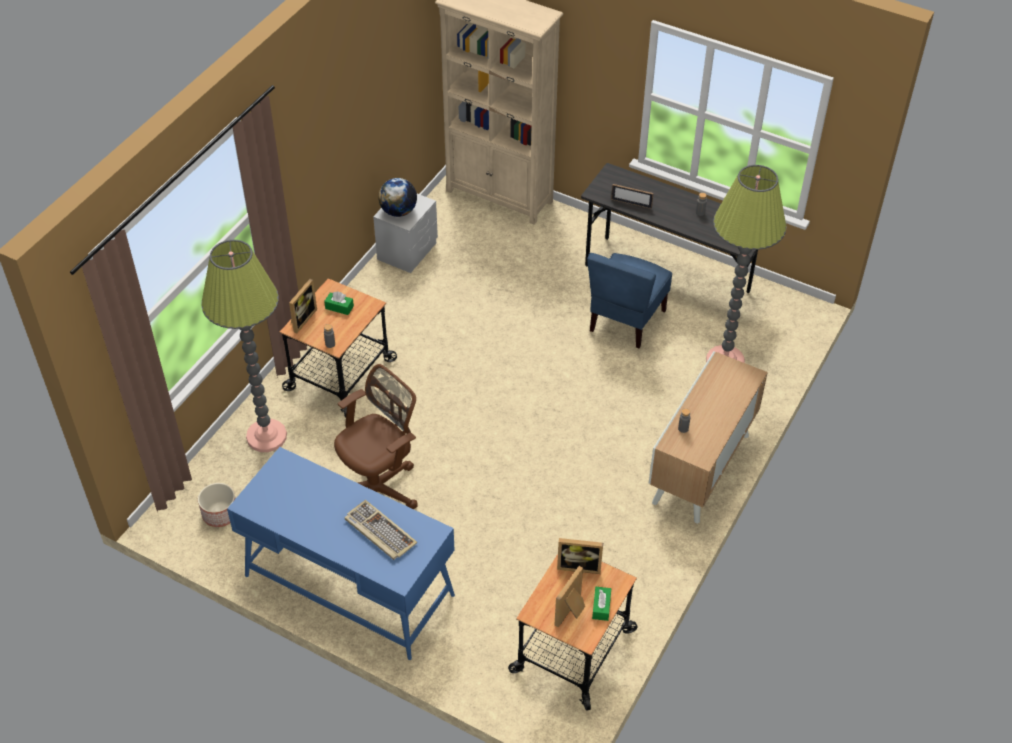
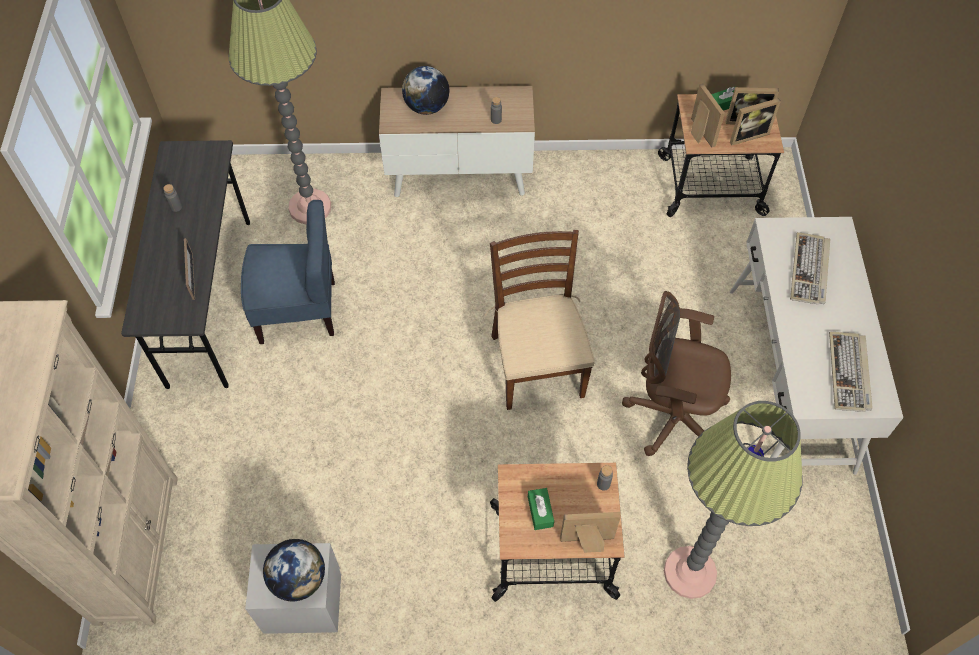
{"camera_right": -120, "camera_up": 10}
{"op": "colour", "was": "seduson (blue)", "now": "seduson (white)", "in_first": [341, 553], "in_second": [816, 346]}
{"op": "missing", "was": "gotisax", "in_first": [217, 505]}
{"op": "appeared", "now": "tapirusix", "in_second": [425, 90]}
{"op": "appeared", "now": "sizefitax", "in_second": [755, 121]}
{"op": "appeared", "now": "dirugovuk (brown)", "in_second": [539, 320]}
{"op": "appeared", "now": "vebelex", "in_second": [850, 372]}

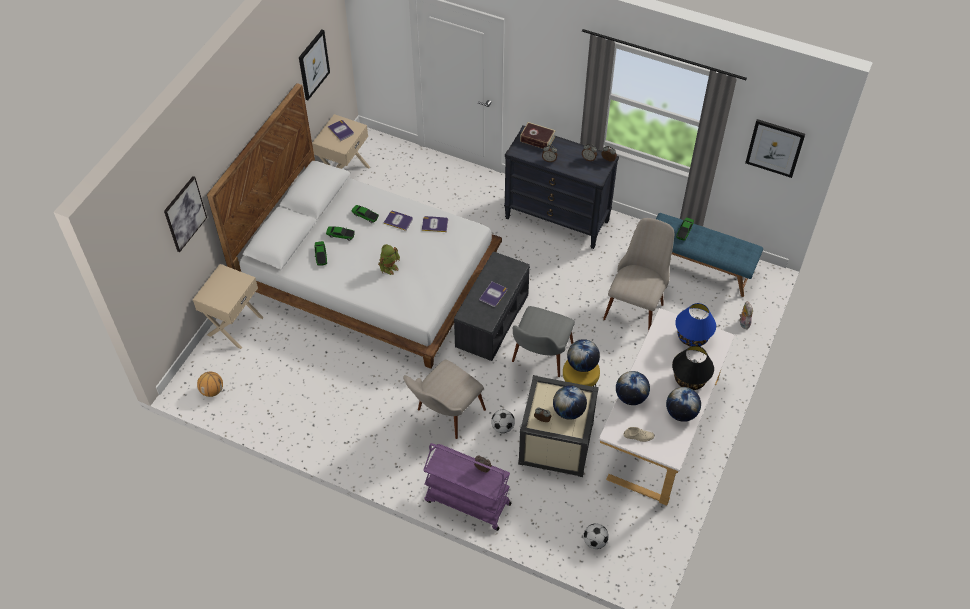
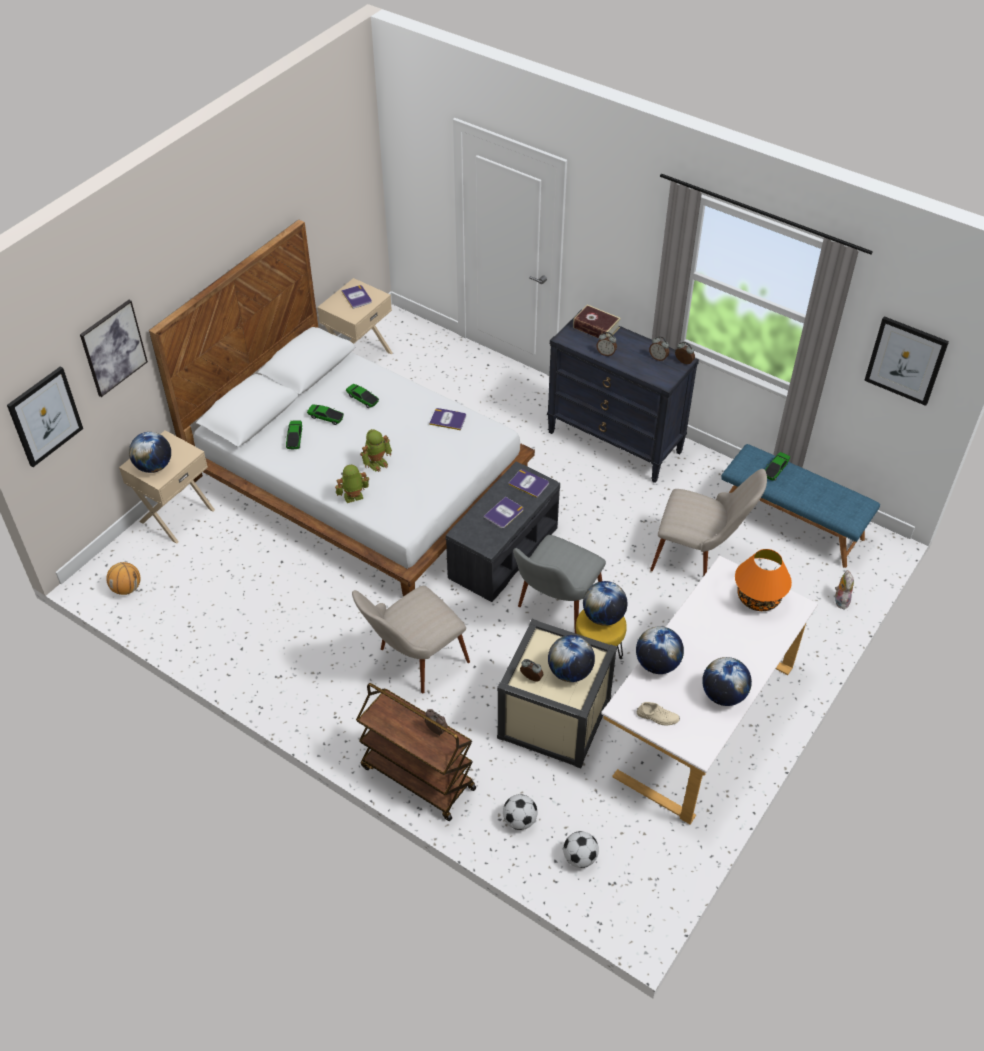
{"camera_right": 10, "camera_up": -5}
{"op": "relocated", "was": "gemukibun", "in_first": [314, 65], "in_second": [45, 416]}
{"op": "relocated", "was": "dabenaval", "in_first": [398, 221], "in_second": [528, 483]}
{"op": "spun", "was": "dirugovuk (beige)", "in_first": [638, 274], "in_second": [708, 522], "clockwise": 75}
{"op": "colour", "was": "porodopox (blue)", "now": "porodopox (orange)", "in_first": [695, 325], "in_second": [763, 580]}
{"op": "missing", "was": "porodopox (black)", "in_first": [693, 368]}
{"op": "relocated", "was": "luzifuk", "in_first": [503, 421], "in_second": [520, 812]}
{"op": "colour", "was": "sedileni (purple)", "now": "sedileni (brown)", "in_first": [467, 487], "in_second": [416, 752]}
{"op": "appeared", "now": "tapirusix", "in_second": [150, 452]}
{"op": "appeared", "now": "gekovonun", "in_second": [352, 484]}

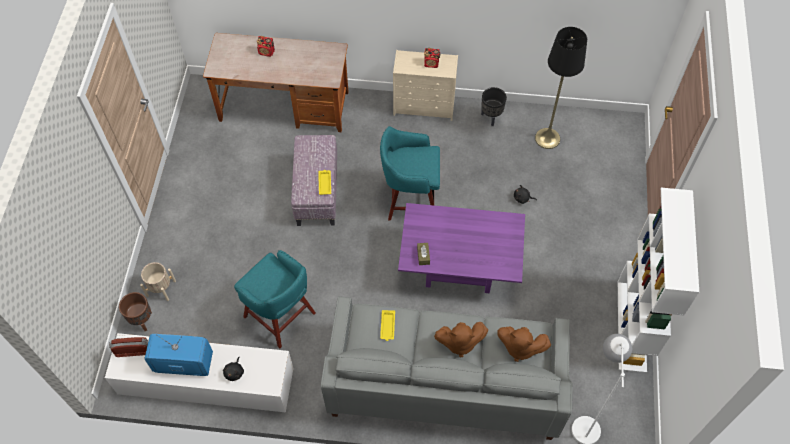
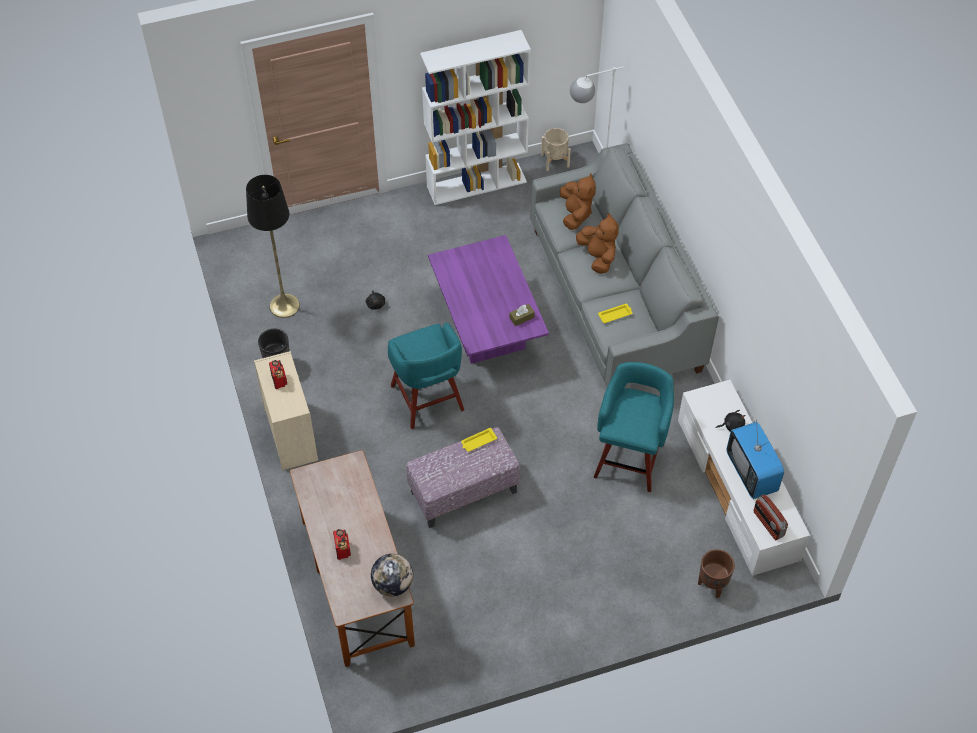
{"camera_right": -115, "camera_up": -5}
{"op": "relocated", "was": "gotisax (beige)", "in_first": [158, 281], "in_second": [556, 149]}
{"op": "appeared", "now": "tapirusix", "in_second": [392, 575]}

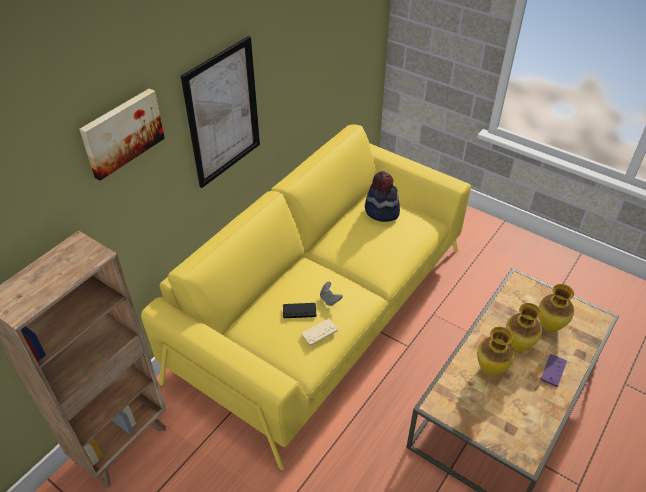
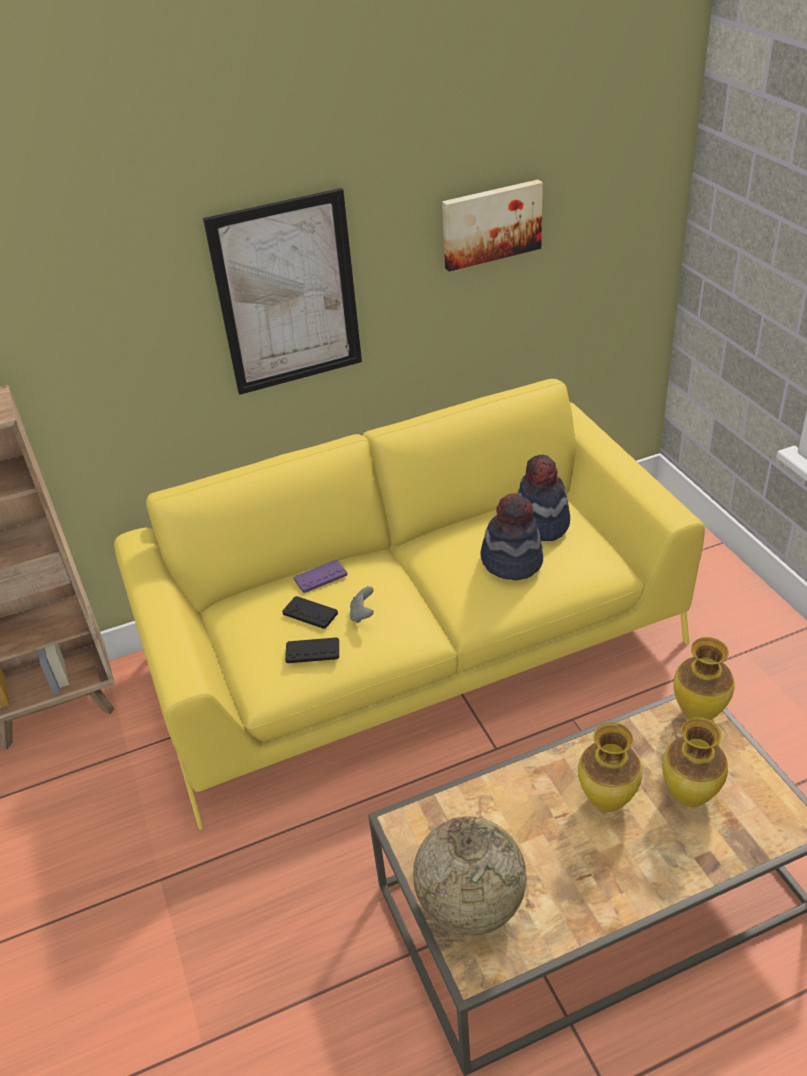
{"camera_right": 35, "camera_up": -5}
{"op": "relocated", "was": "gemukibun", "in_first": [122, 134], "in_second": [492, 226]}
{"op": "colour", "was": "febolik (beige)", "now": "febolik (black)", "in_first": [319, 332], "in_second": [312, 650]}
{"op": "relocated", "was": "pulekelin", "in_first": [495, 351], "in_second": [703, 678]}
{"op": "relocated", "was": "febolik (purple)", "in_first": [554, 370], "in_second": [320, 576]}
{"op": "appeared", "now": "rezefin", "in_second": [511, 537]}
{"op": "appeared", "now": "tapirusix", "in_second": [469, 876]}

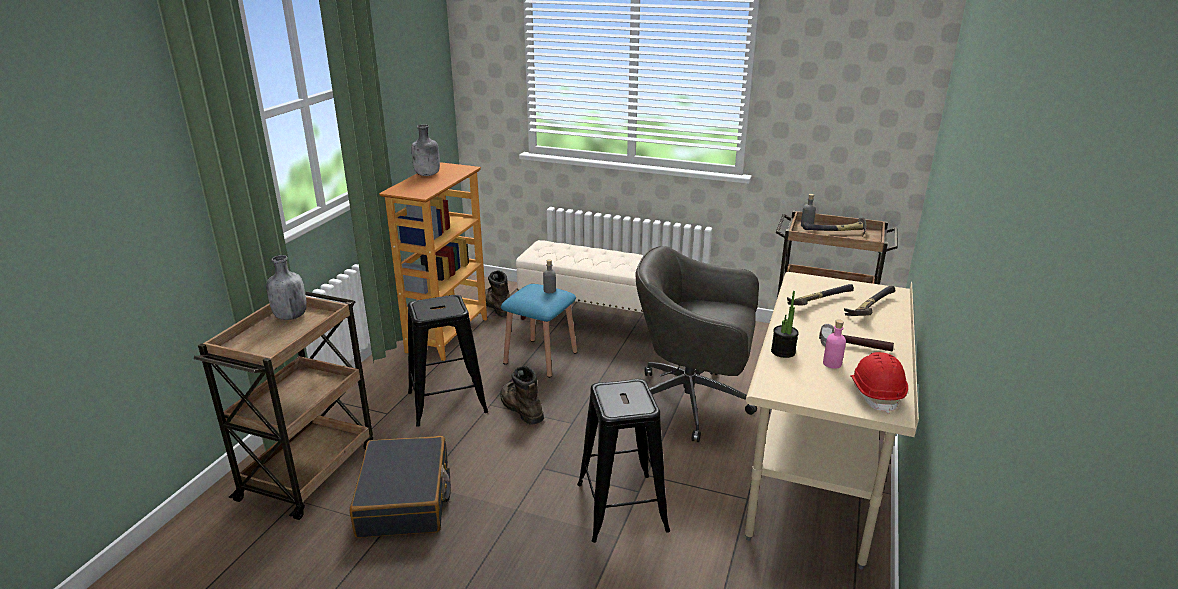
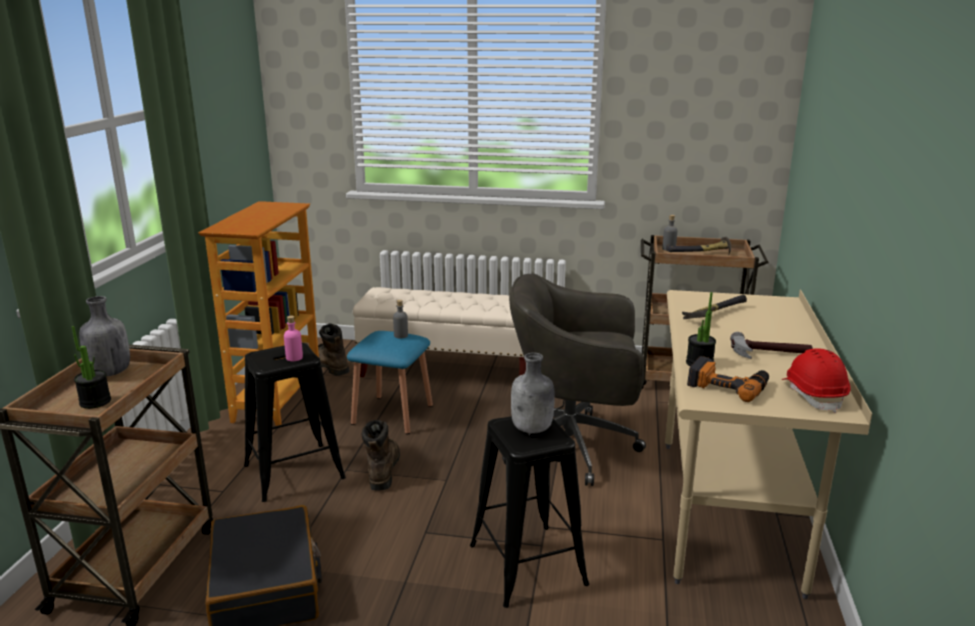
{"camera_right": -10, "camera_up": -5}
{"op": "relocated", "was": "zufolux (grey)", "in_first": [426, 150], "in_second": [533, 393]}
{"op": "missing", "was": "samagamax", "in_first": [869, 301]}
{"op": "relocated", "was": "zufolux (pink)", "in_first": [834, 344], "in_second": [293, 338]}
{"op": "spun", "was": "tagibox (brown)", "in_first": [522, 395], "in_second": [380, 455], "clockwise": 45}
{"op": "appeared", "now": "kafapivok", "in_second": [91, 367]}
{"op": "appeared", "now": "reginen", "in_second": [728, 379]}

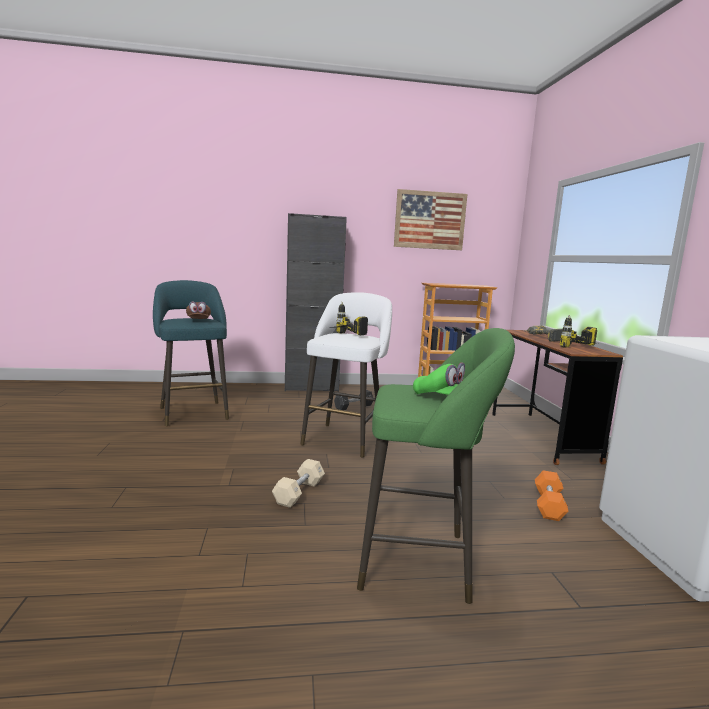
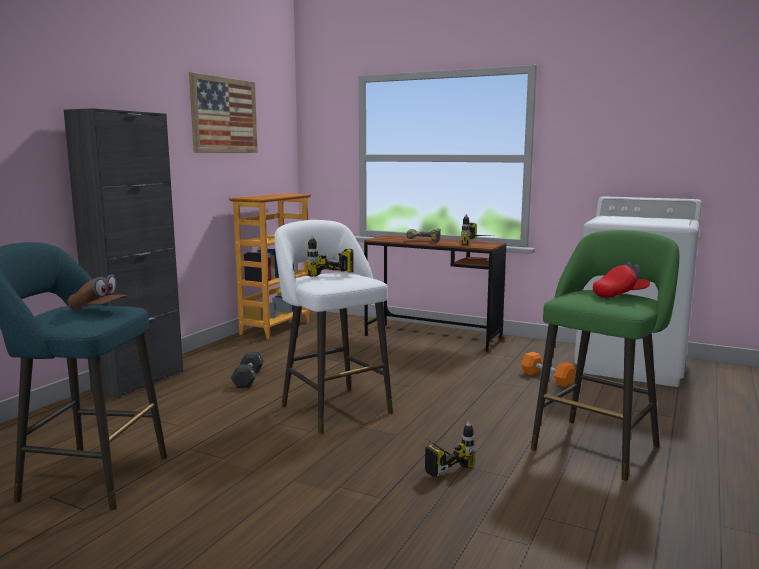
{"camera_right": -55, "camera_up": 0}
{"op": "colour", "was": "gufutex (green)", "now": "gufutex (red)", "in_first": [439, 379], "in_second": [621, 280]}
{"op": "exchanged", "was": "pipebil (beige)", "now": "reginen", "in_first": [298, 483], "in_second": [450, 449]}

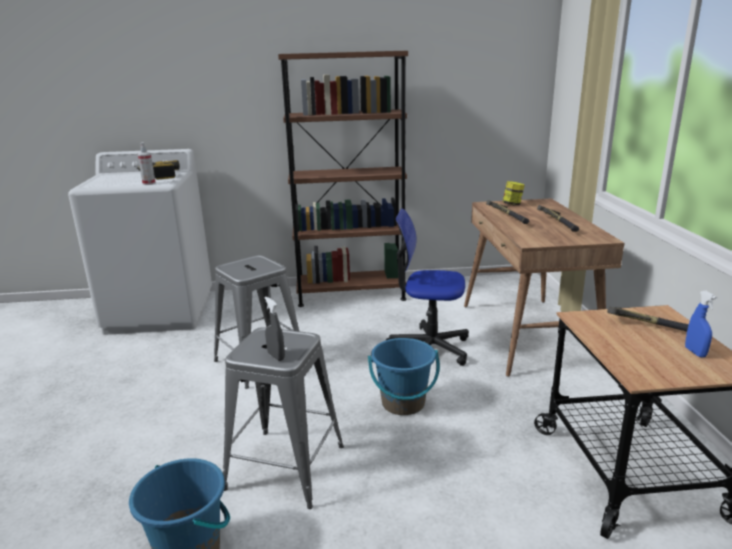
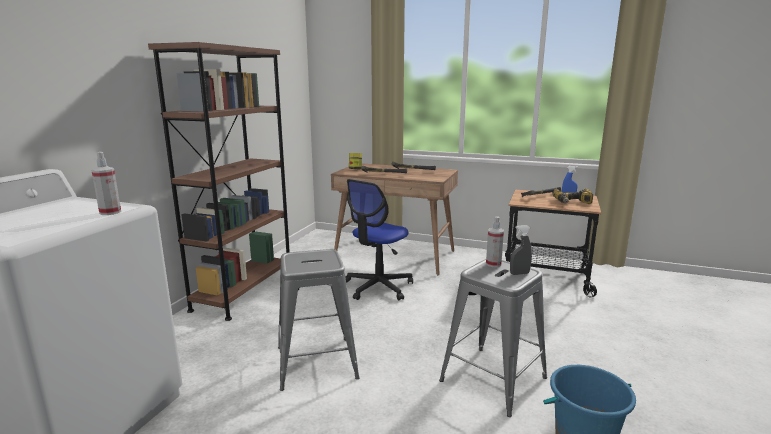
{"camera_right": -65, "camera_up": -5}
{"op": "relocated", "was": "reginen", "in_first": [158, 170], "in_second": [572, 196]}
{"op": "missing", "was": "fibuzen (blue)", "in_first": [404, 376]}
{"op": "appeared", "now": "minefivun", "in_second": [495, 241]}

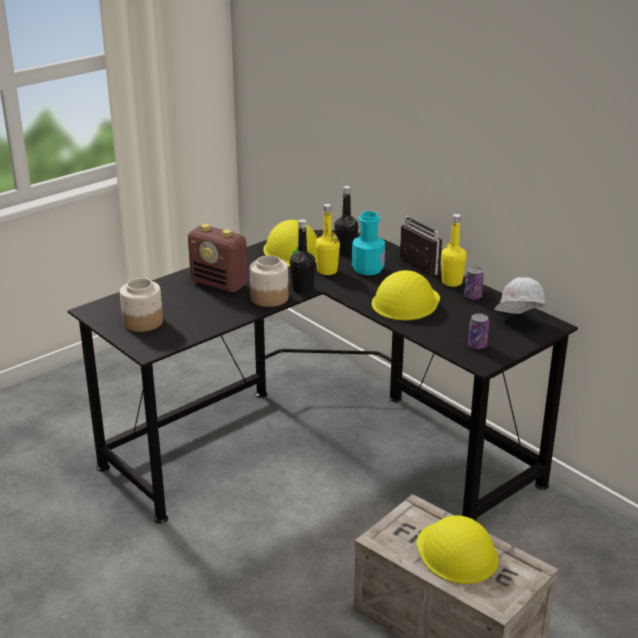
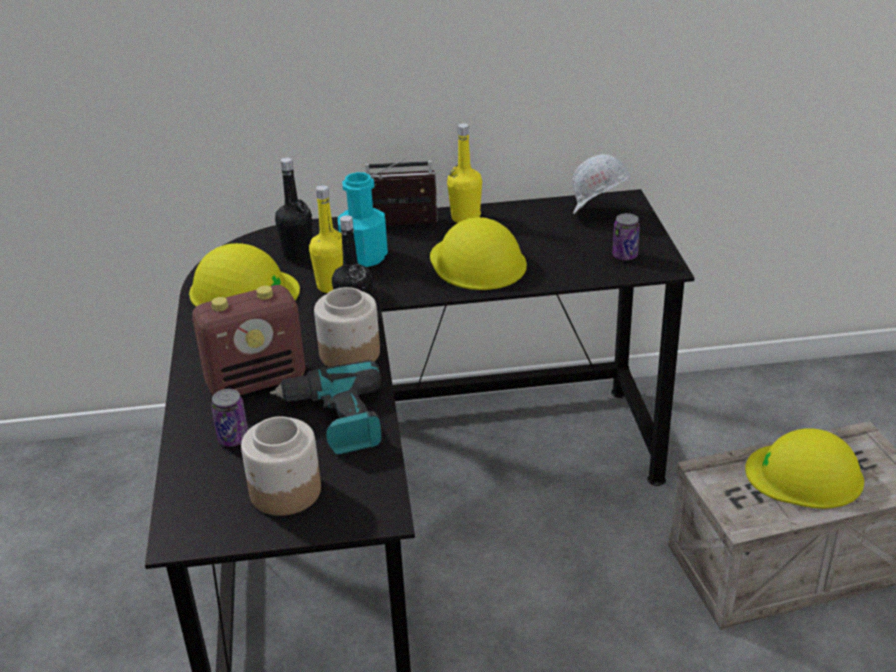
{"camera_right": -55, "camera_up": 5}
{"op": "relocated", "was": "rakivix", "in_first": [474, 283], "in_second": [229, 418]}
{"op": "appeared", "now": "reginen", "in_second": [326, 407]}

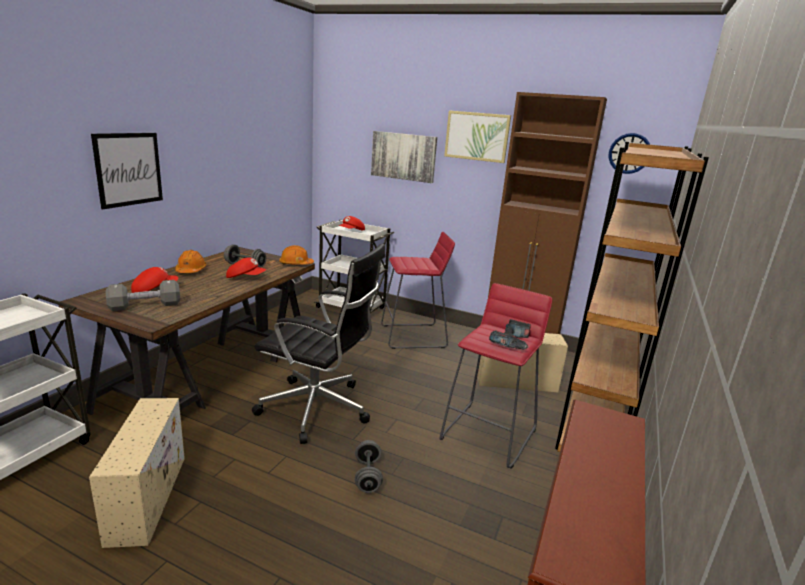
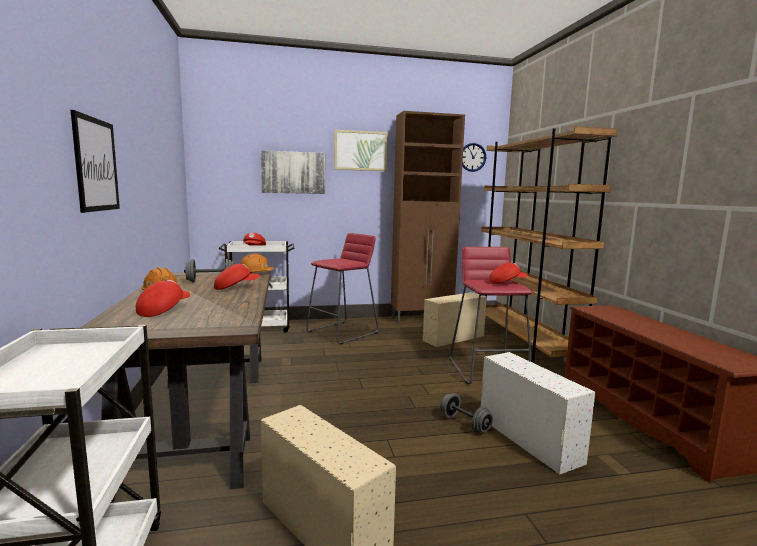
{"camera_right": -35, "camera_up": -10}
{"op": "missing", "was": "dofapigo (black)", "in_first": [318, 343]}
{"op": "missing", "was": "pipebil (grey)", "in_first": [143, 295]}
{"op": "exchanged", "was": "reginen", "now": "gufutex (red)", "in_first": [510, 334], "in_second": [508, 273]}
{"op": "appeared", "now": "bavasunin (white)", "in_second": [538, 413]}

